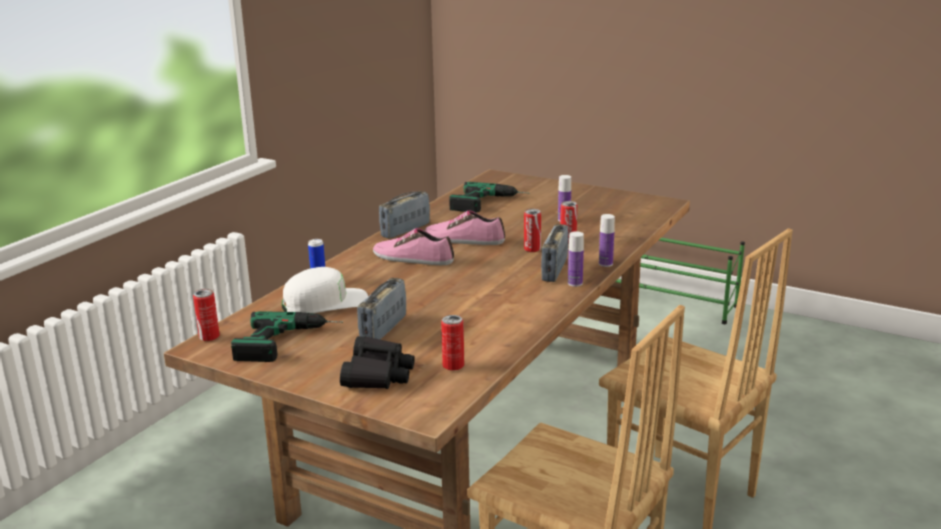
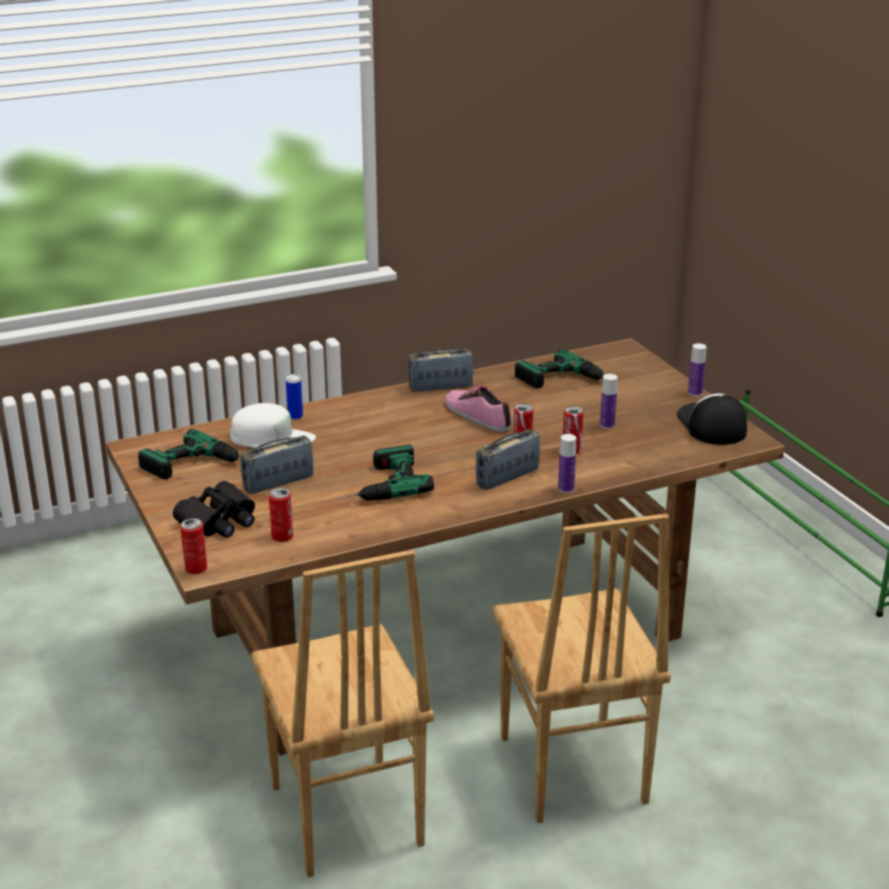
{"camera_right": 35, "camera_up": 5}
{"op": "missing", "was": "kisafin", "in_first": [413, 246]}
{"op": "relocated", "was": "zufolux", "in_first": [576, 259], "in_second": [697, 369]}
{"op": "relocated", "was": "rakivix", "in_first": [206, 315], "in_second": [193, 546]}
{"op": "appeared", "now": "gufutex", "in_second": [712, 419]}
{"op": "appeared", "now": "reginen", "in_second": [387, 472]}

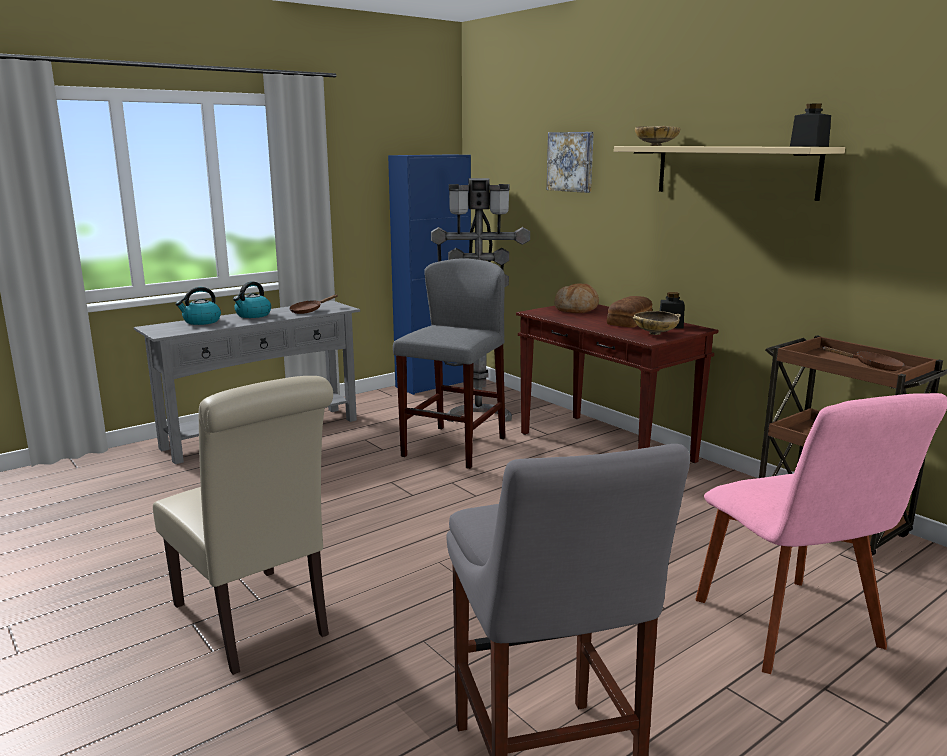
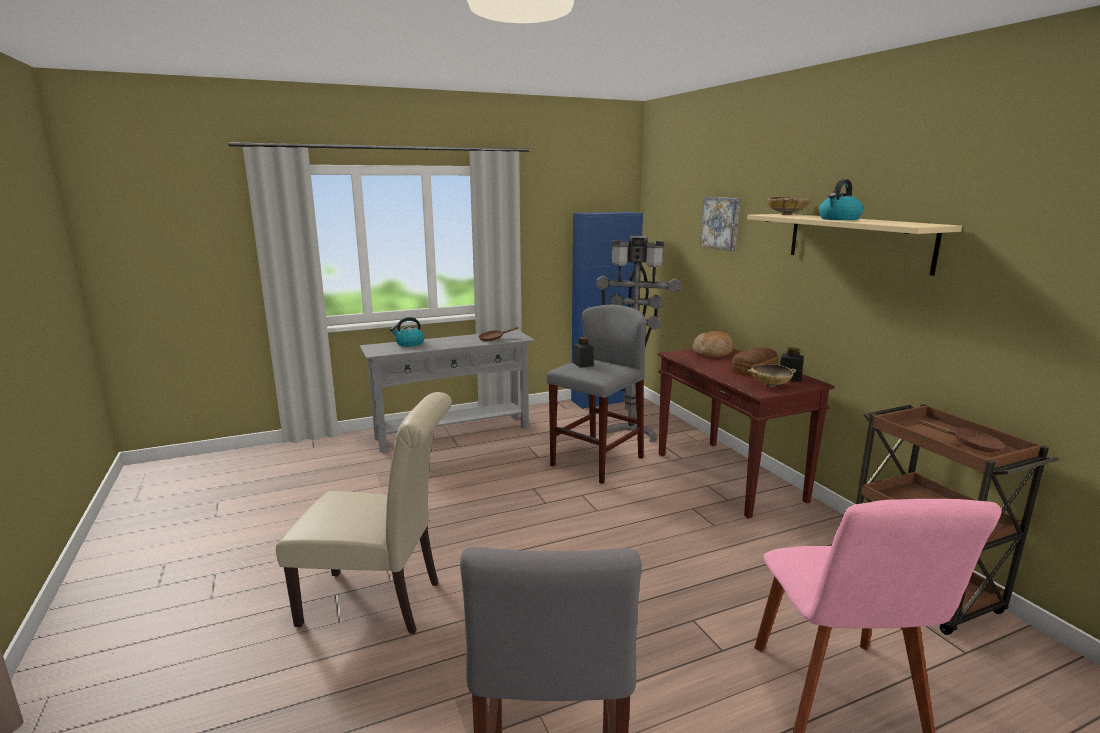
{"camera_right": 15, "camera_up": 0}
{"op": "relocated", "was": "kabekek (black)", "in_first": [810, 125], "in_second": [583, 352]}
{"op": "relocated", "was": "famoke", "in_first": [252, 299], "in_second": [841, 199]}
{"op": "spun", "was": "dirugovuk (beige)", "in_first": [243, 525], "in_second": [364, 513], "clockwise": -60}

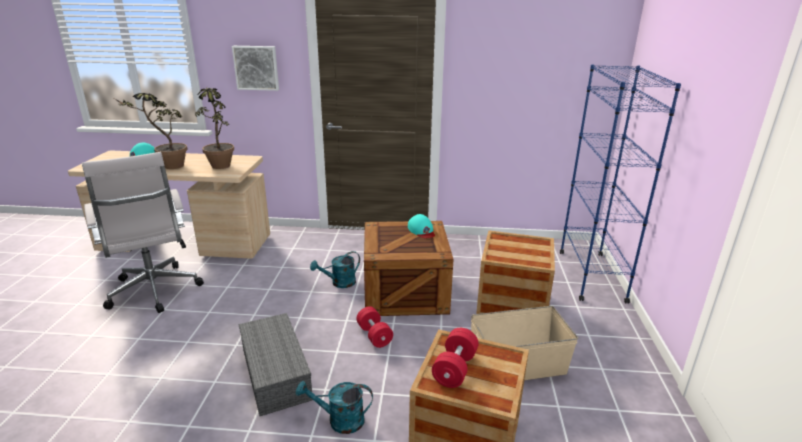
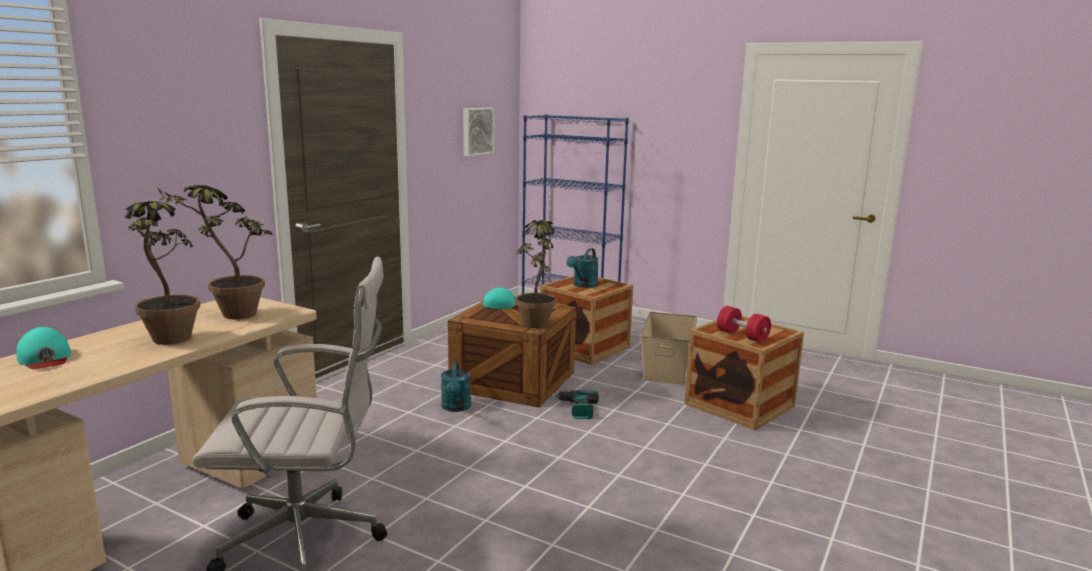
{"camera_right": -65, "camera_up": -10}
{"op": "relocated", "was": "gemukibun", "in_first": [255, 68], "in_second": [478, 132]}
{"op": "exchanged", "was": "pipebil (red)", "now": "reginen", "in_first": [374, 327], "in_second": [577, 404]}
{"op": "missing", "was": "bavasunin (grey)", "in_first": [276, 364]}
{"op": "relocated", "was": "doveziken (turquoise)", "in_first": [334, 407], "in_second": [583, 268]}
{"op": "appeared", "now": "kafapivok", "in_second": [536, 273]}

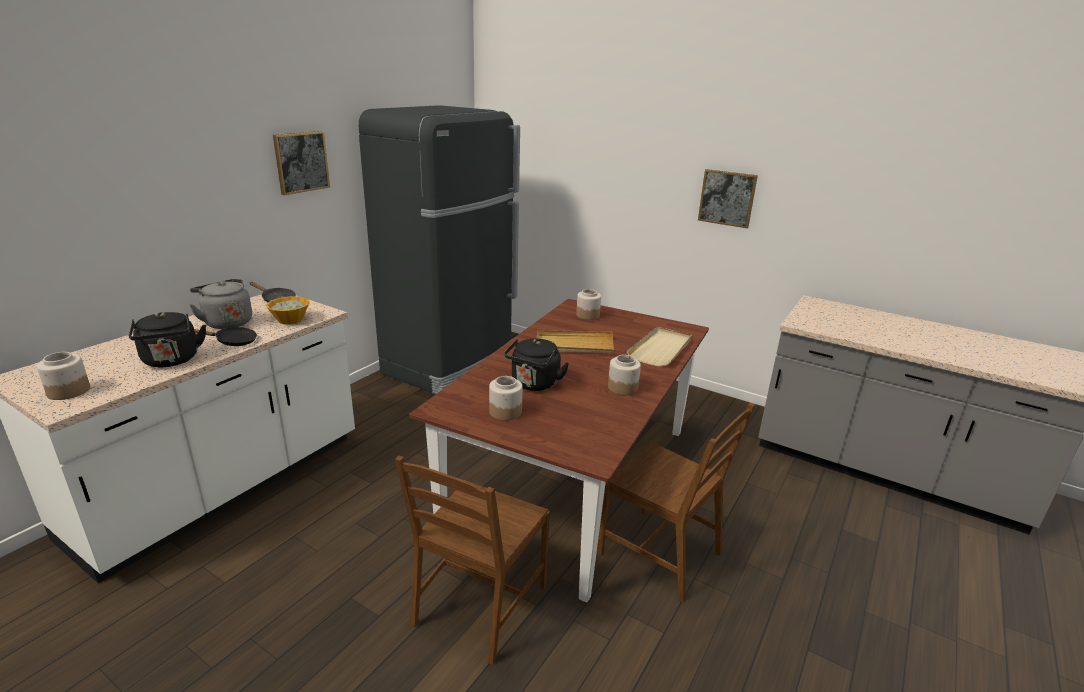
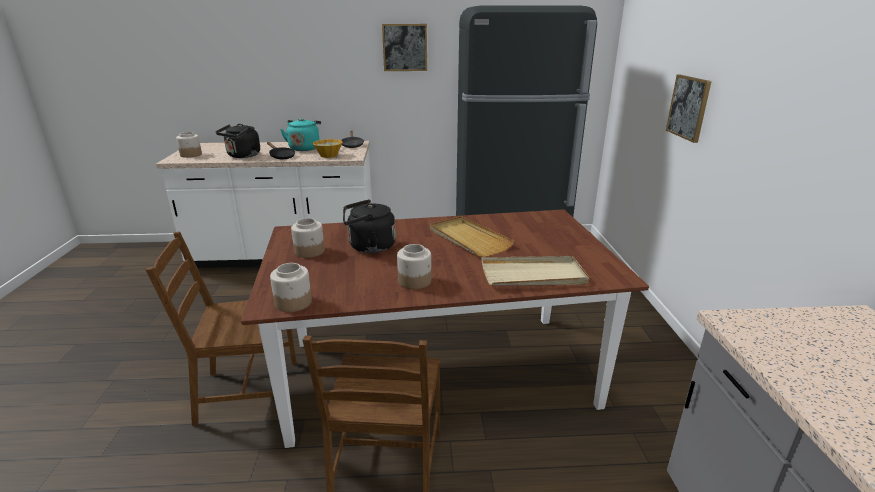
{"camera_right": 55, "camera_up": 0}
{"op": "relocated", "was": "gemukibun", "in_first": [728, 198], "in_second": [689, 109]}
{"op": "colour", "was": "famoke (grey)", "now": "famoke (turquoise)", "in_first": [220, 304], "in_second": [300, 134]}
{"op": "relocated", "was": "kabekek", "in_first": [588, 304], "in_second": [291, 287]}

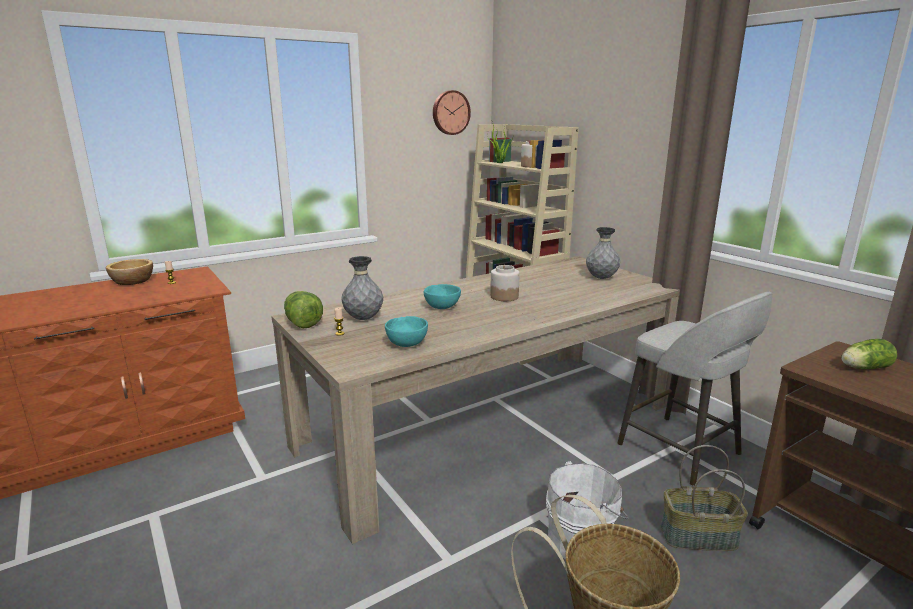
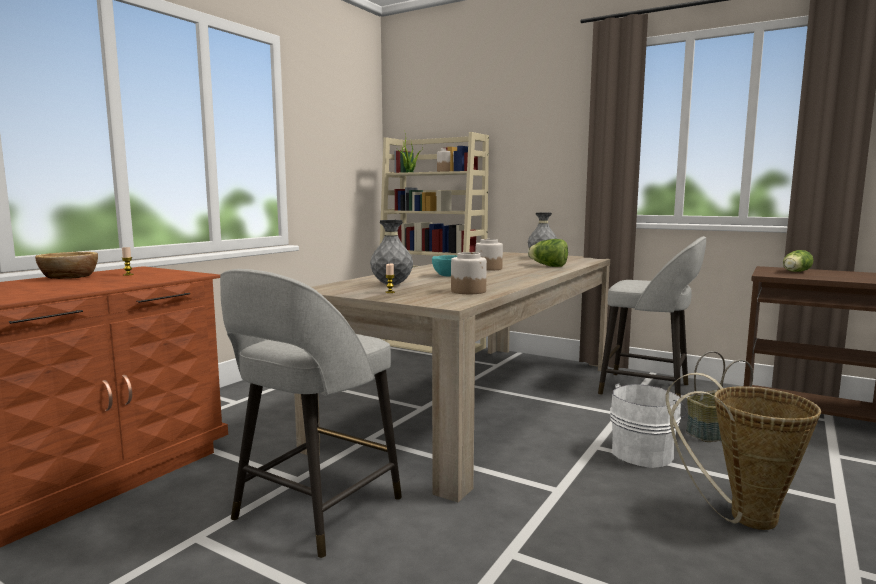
{"camera_right": -25, "camera_up": -10}
{"op": "missing", "was": "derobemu", "in_first": [452, 112]}
{"op": "relocated", "was": "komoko", "in_first": [303, 309], "in_second": [548, 253]}
{"op": "exchanged", "was": "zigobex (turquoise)", "now": "kabekek", "in_first": [406, 331], "in_second": [469, 273]}
{"op": "appeared", "now": "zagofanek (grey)", "in_second": [311, 413]}

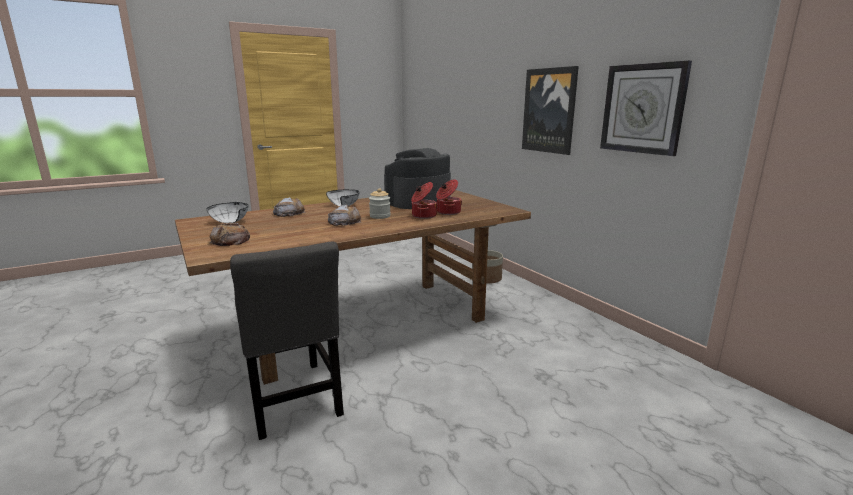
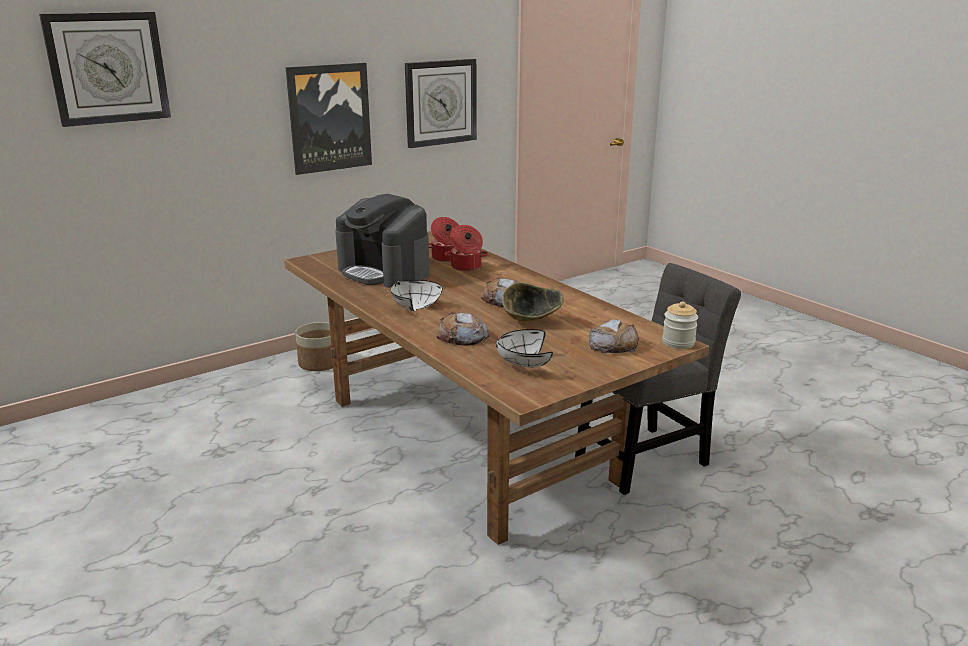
{"camera_right": -95, "camera_up": 5}
{"op": "relocated", "was": "kabekek", "in_first": [380, 203], "in_second": [680, 325]}
{"op": "appeared", "now": "derobemu", "in_second": [105, 69]}
{"op": "appeared", "now": "zigobex", "in_second": [532, 302]}

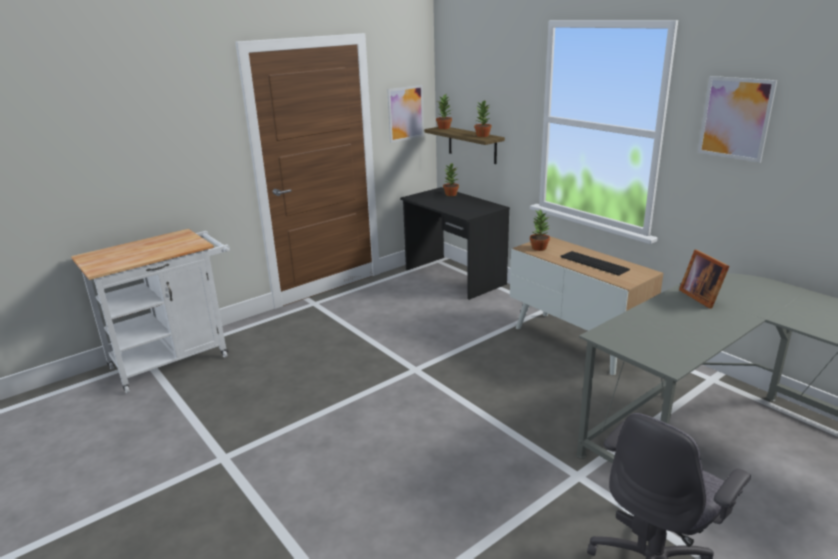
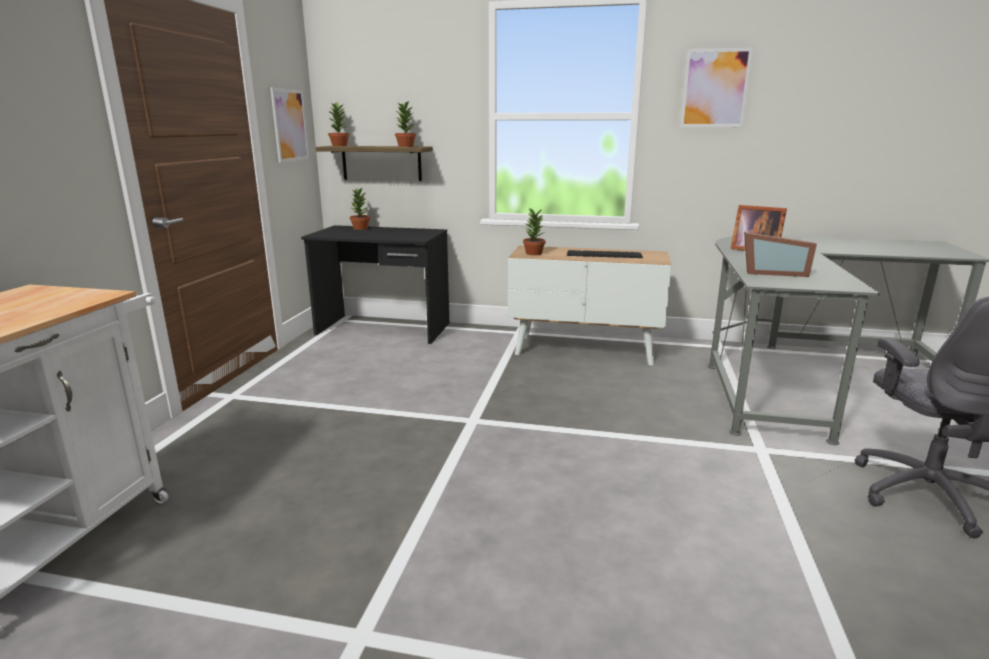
{"camera_right": -40, "camera_up": -5}
{"op": "appeared", "now": "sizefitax", "in_second": [780, 254]}

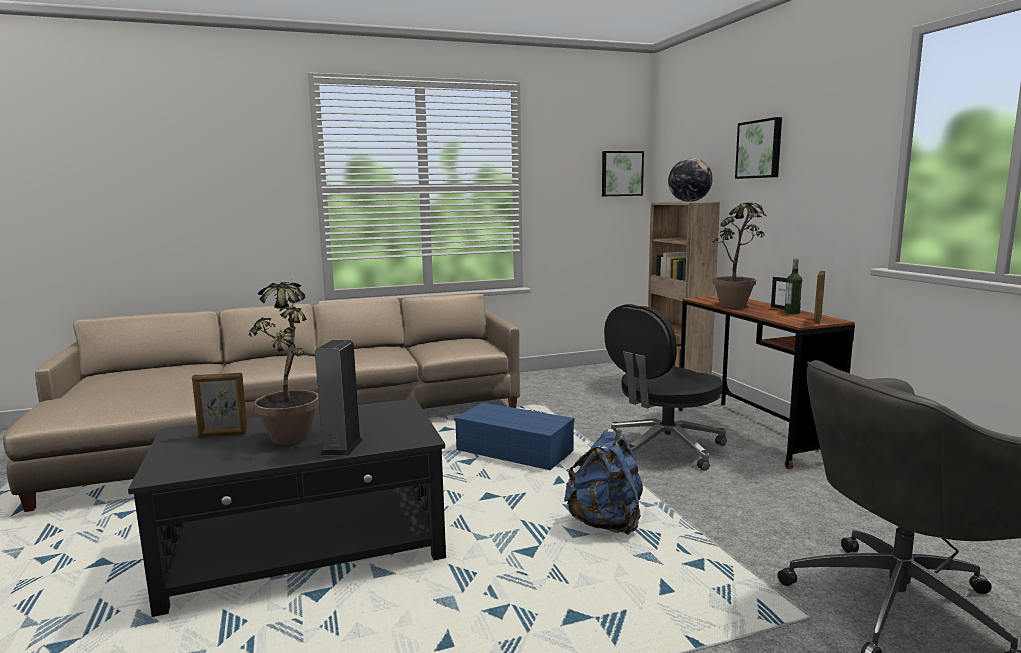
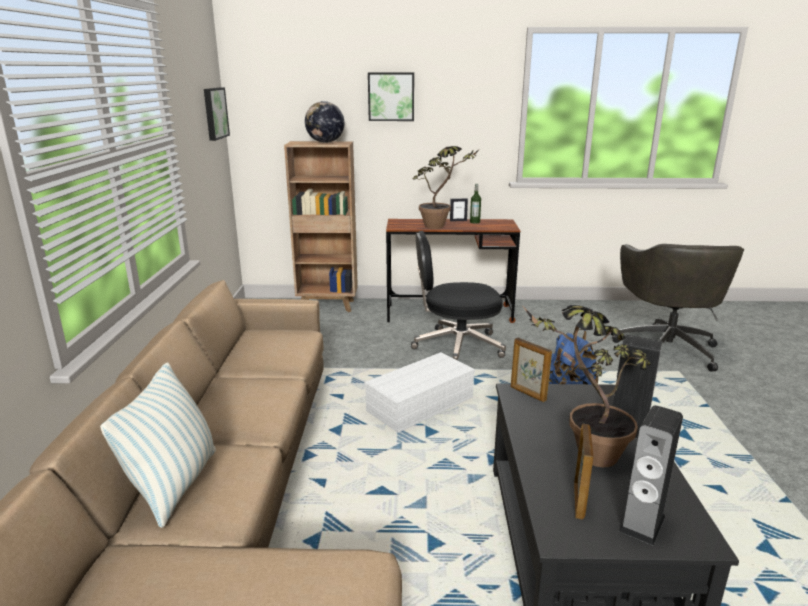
{"camera_right": -70, "camera_up": 10}
{"op": "relocated", "was": "sizefitax", "in_first": [819, 297], "in_second": [531, 370]}
{"op": "spun", "was": "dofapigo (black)", "in_first": [665, 387], "in_second": [458, 296], "clockwise": 105}
{"op": "colour", "was": "bavasunin (blue)", "now": "bavasunin (white)", "in_first": [514, 436], "in_second": [419, 392]}
{"op": "appeared", "now": "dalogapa", "in_second": [158, 445]}
{"op": "appeared", "now": "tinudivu", "in_second": [651, 475]}

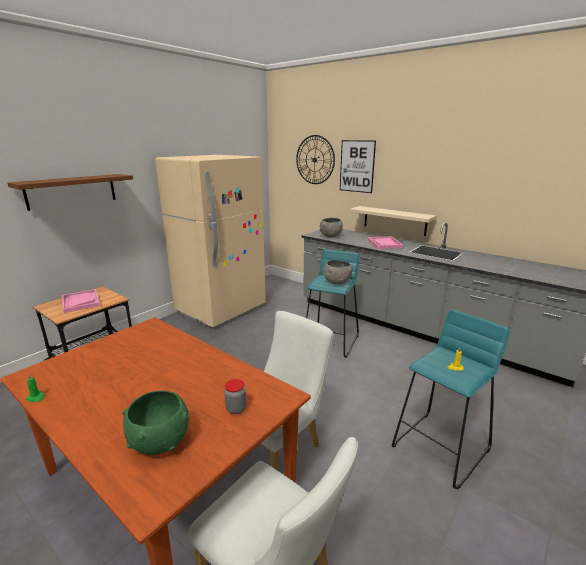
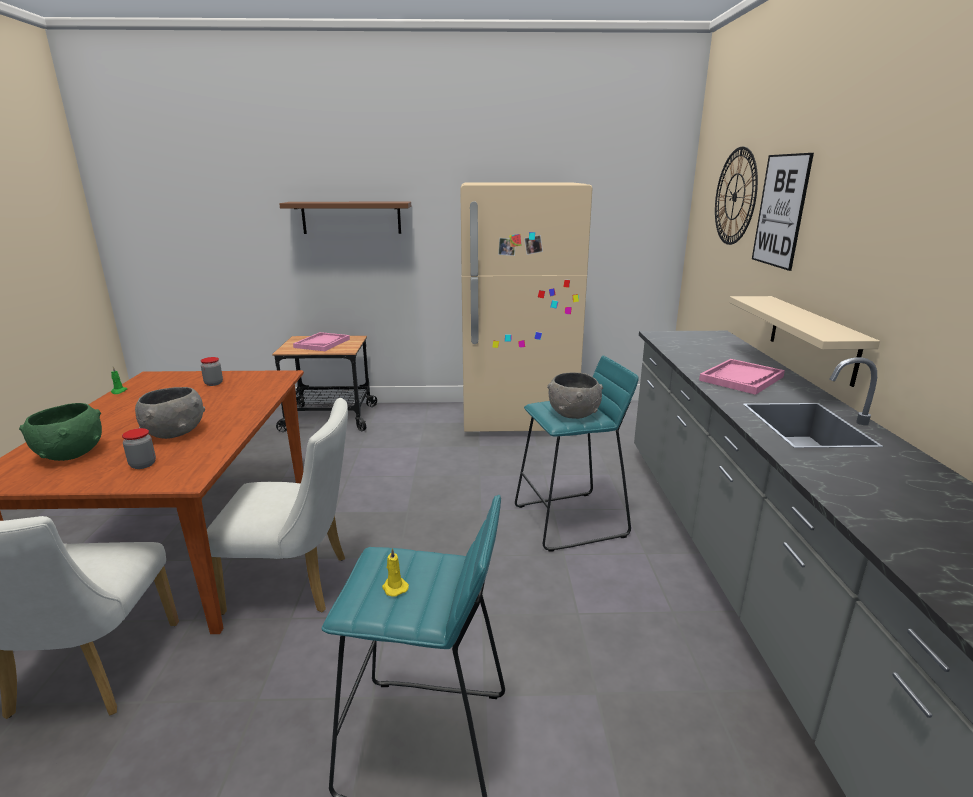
{"camera_right": 50, "camera_up": 0}
{"op": "relocated", "was": "zigobex (grey)", "in_first": [331, 227], "in_second": [170, 413]}
{"op": "appeared", "now": "kabekek", "in_second": [211, 371]}

